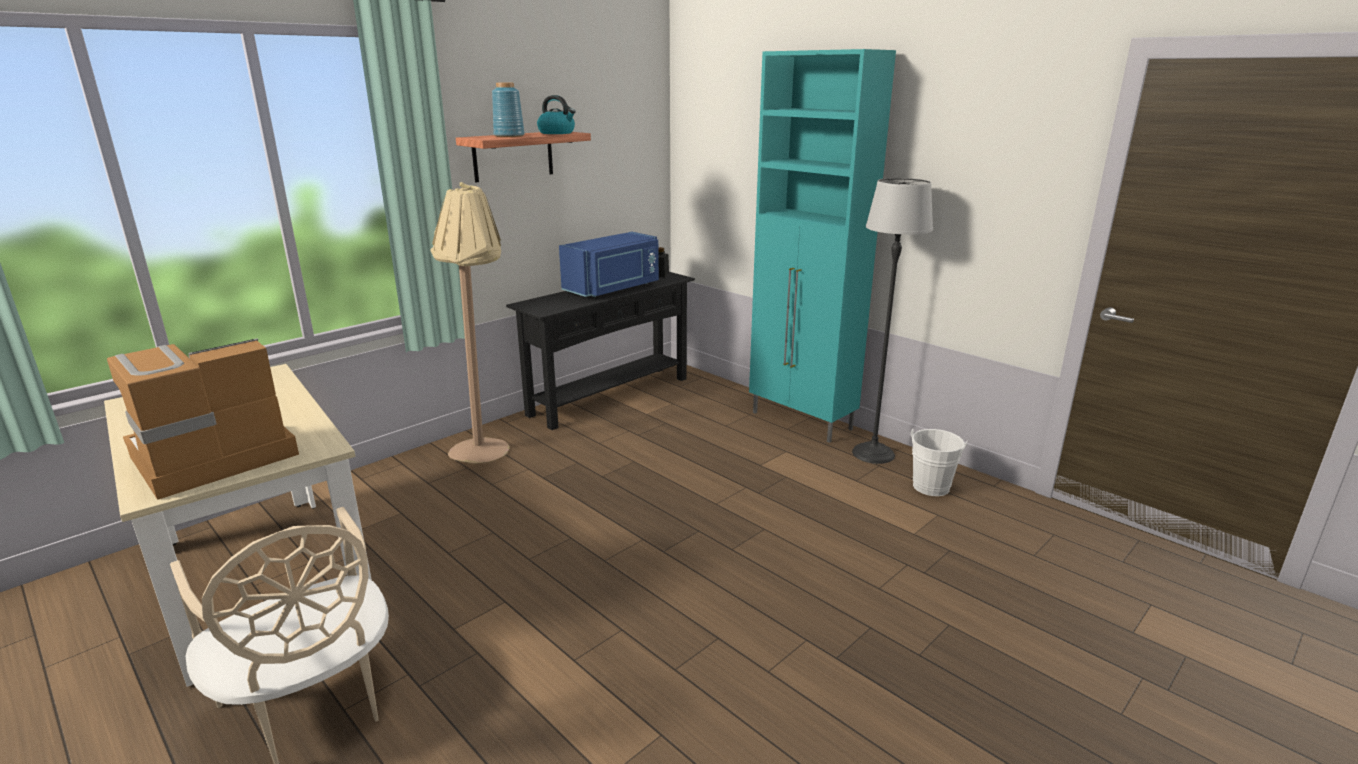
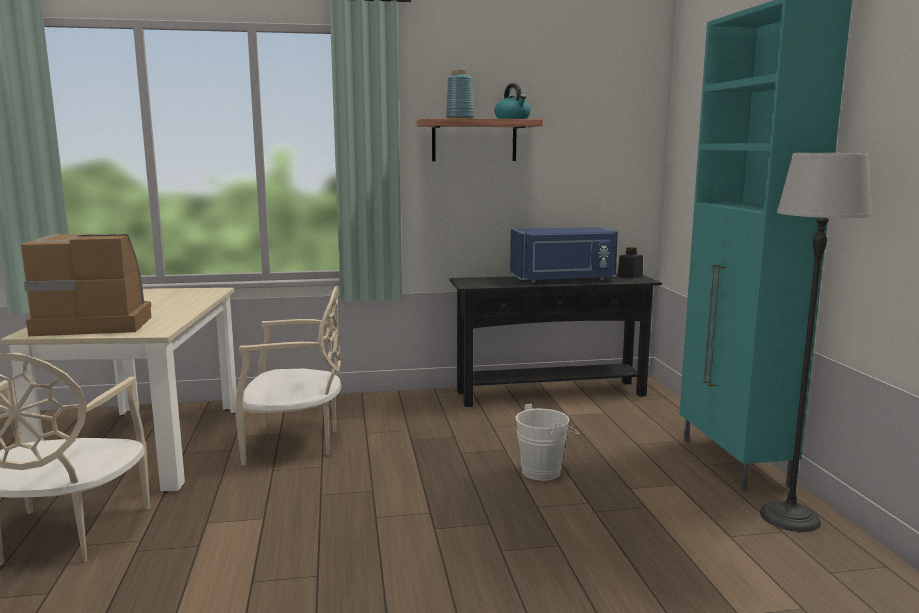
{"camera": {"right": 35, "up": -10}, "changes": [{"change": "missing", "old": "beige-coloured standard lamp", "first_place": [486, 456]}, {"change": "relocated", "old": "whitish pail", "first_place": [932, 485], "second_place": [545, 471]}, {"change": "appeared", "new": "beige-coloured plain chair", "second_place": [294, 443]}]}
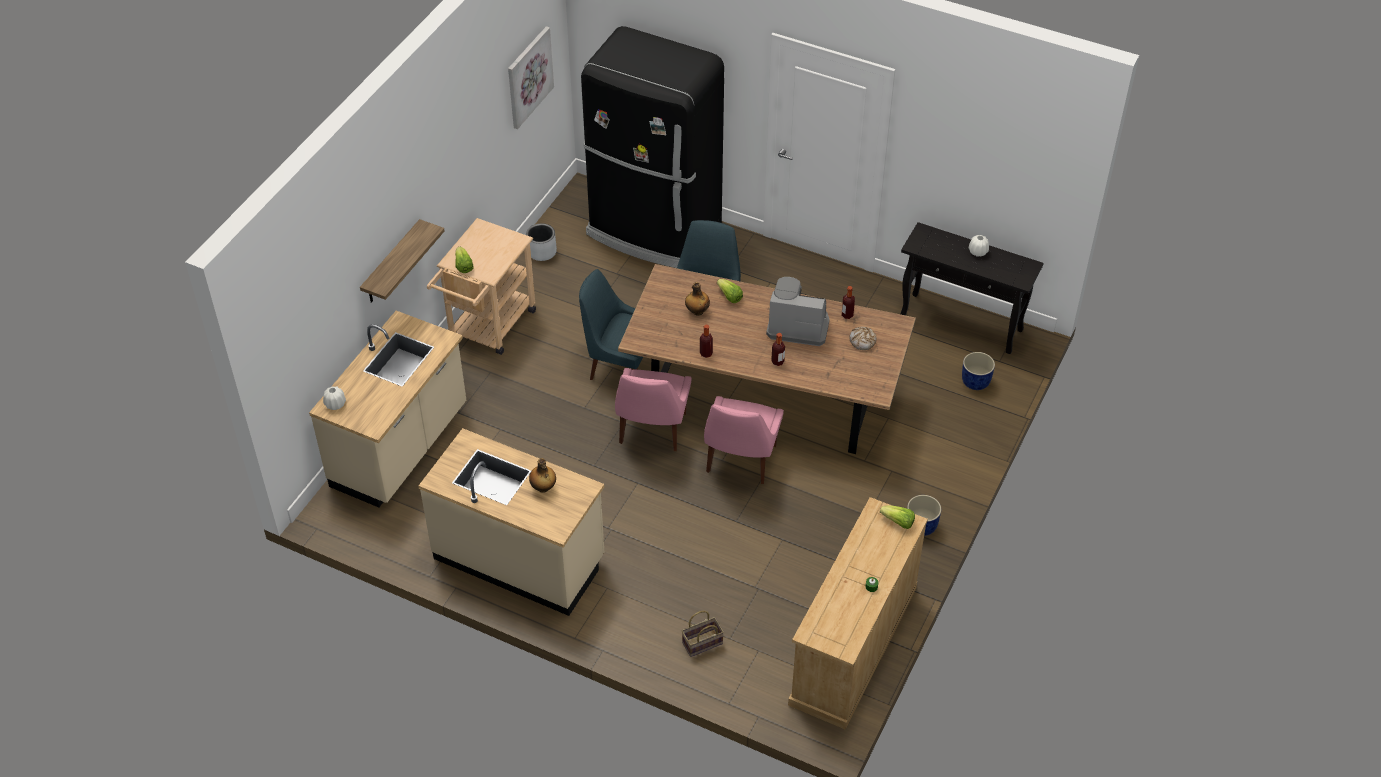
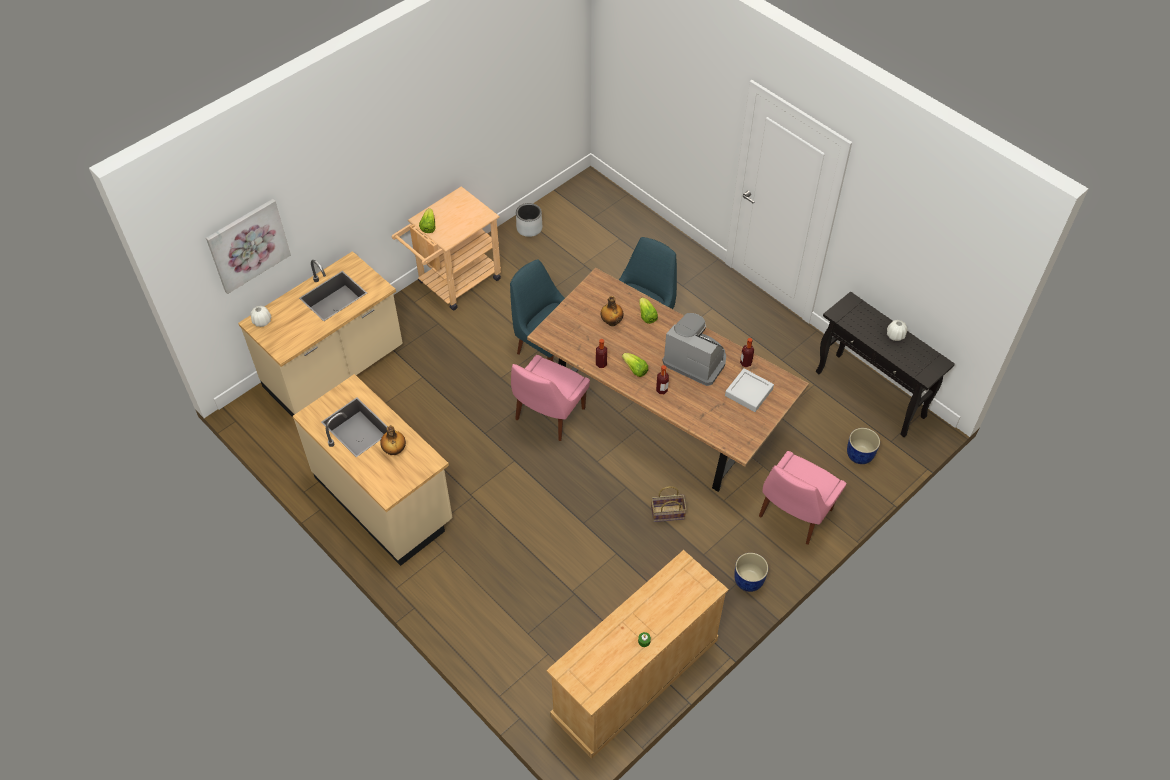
{"camera": {"right": 20, "up": 5}, "changes": [{"change": "relocated", "old": "picture", "first_place": [529, 77], "second_place": [248, 245]}, {"change": "missing", "old": "black-coloured fridge", "first_place": [654, 231]}, {"change": "missing", "old": "shelf", "first_place": [392, 263]}, {"change": "exchanged", "old": "bread", "new": "greyish serving tray", "first_place": [862, 341], "second_place": [748, 392]}, {"change": "relocated", "old": "pinkish plain chair", "first_place": [740, 461], "second_place": [793, 515]}, {"change": "relocated", "old": "lettuce", "first_place": [898, 522], "second_place": [635, 370]}, {"change": "relocated", "old": "household basket", "first_place": [702, 644], "second_place": [667, 514]}]}
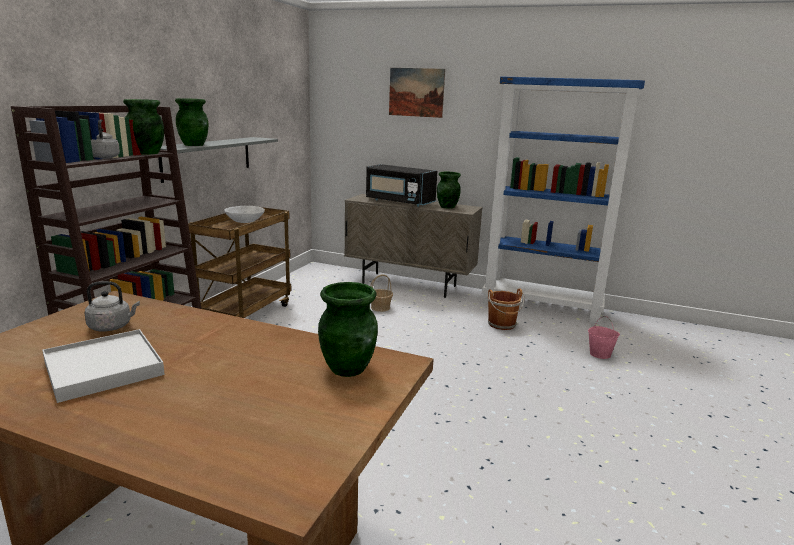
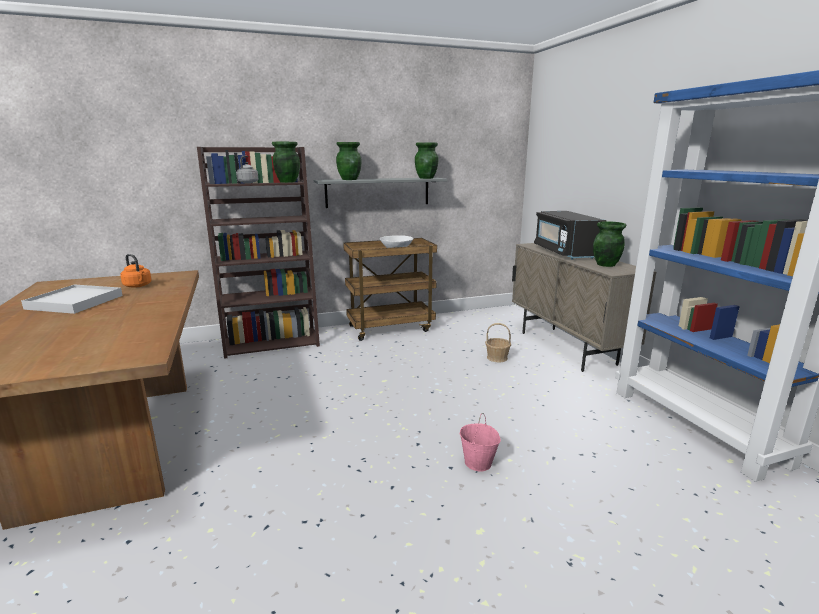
{"camera": {"right": 50, "up": 0}, "changes": [{"change": "missing", "old": "picture", "first_place": [416, 92]}, {"change": "colour", "old": "greyish tea kettle", "new": "orange-coloured tea kettle", "first_place": [112, 327], "second_place": [138, 286]}, {"change": "relocated", "old": "green-coloured decorative vase", "first_place": [348, 368], "second_place": [426, 178]}, {"change": "missing", "old": "brown-coloured pail", "first_place": [502, 325]}, {"change": "relocated", "old": "pinkish pail", "first_place": [600, 354], "second_place": [478, 463]}]}
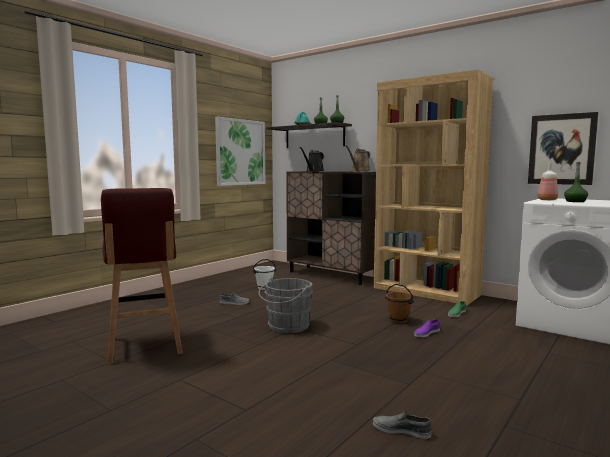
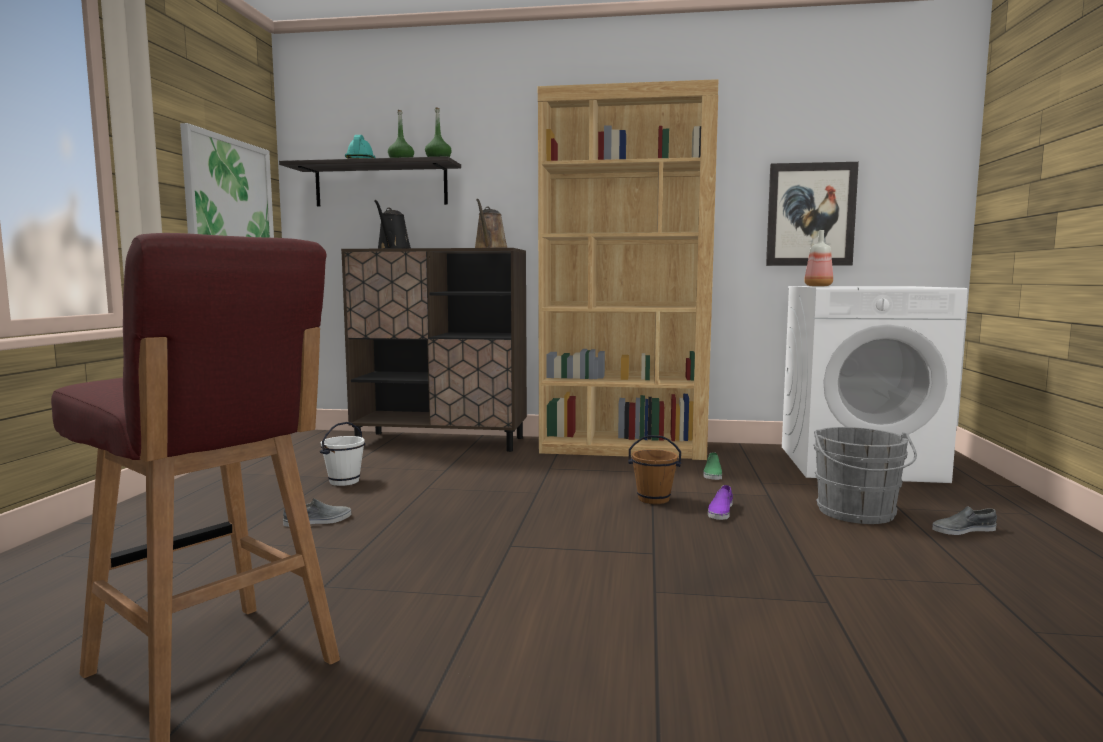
{"camera": {"right": -30, "up": 0}, "changes": [{"change": "missing", "old": "green-coloured bottle", "first_place": [575, 201]}, {"change": "relocated", "old": "greyish pail", "first_place": [286, 327], "second_place": [857, 513]}, {"change": "relocated", "old": "greyish low shoe", "first_place": [401, 430], "second_place": [963, 530]}]}
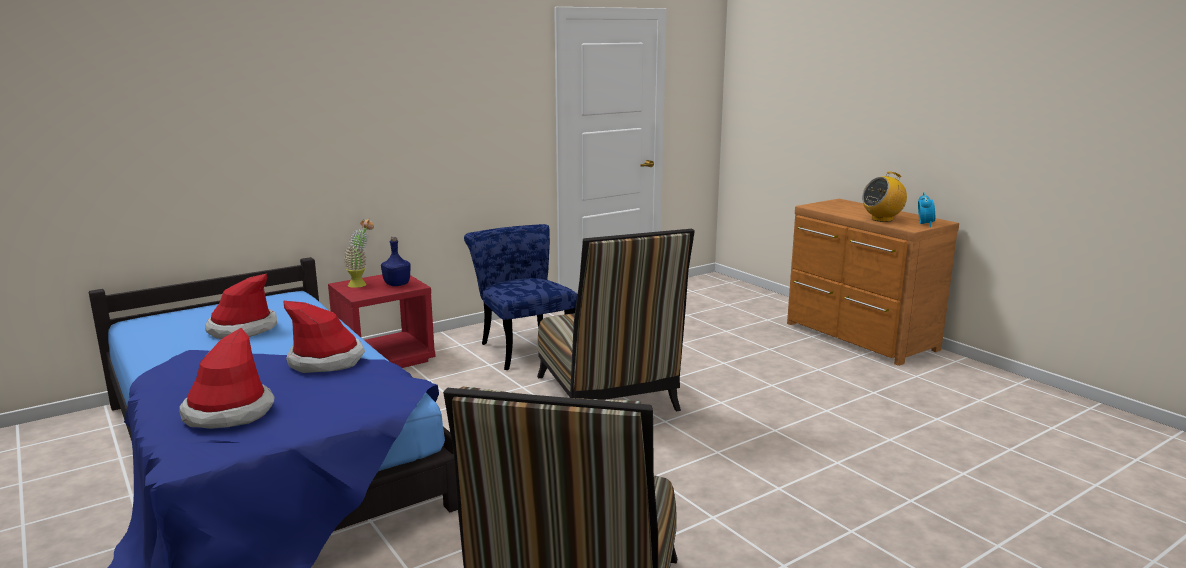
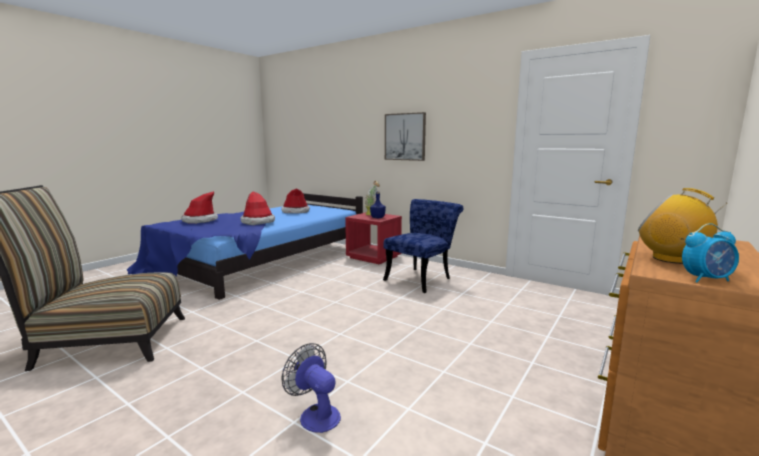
{"camera": {"right": 70, "up": -5}, "changes": [{"change": "missing", "old": "plain chair", "first_place": [609, 397]}, {"change": "appeared", "new": "picture", "second_place": [405, 137]}, {"change": "appeared", "new": "electric fan", "second_place": [315, 414]}]}
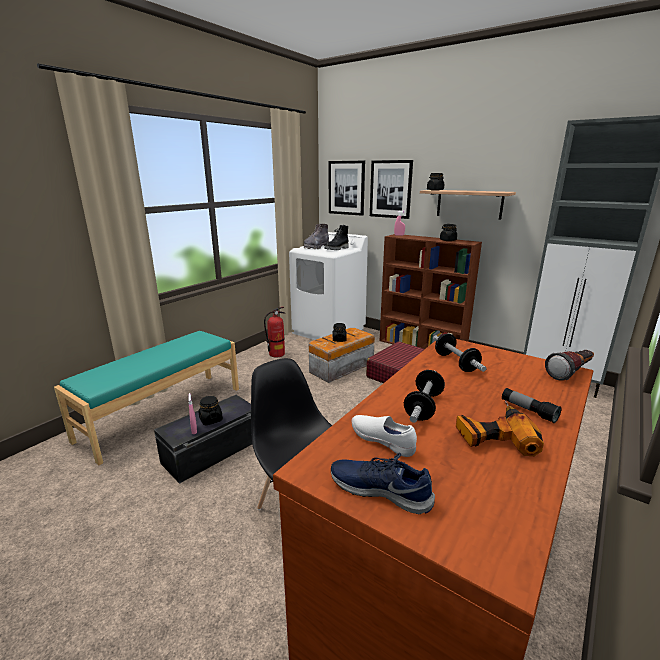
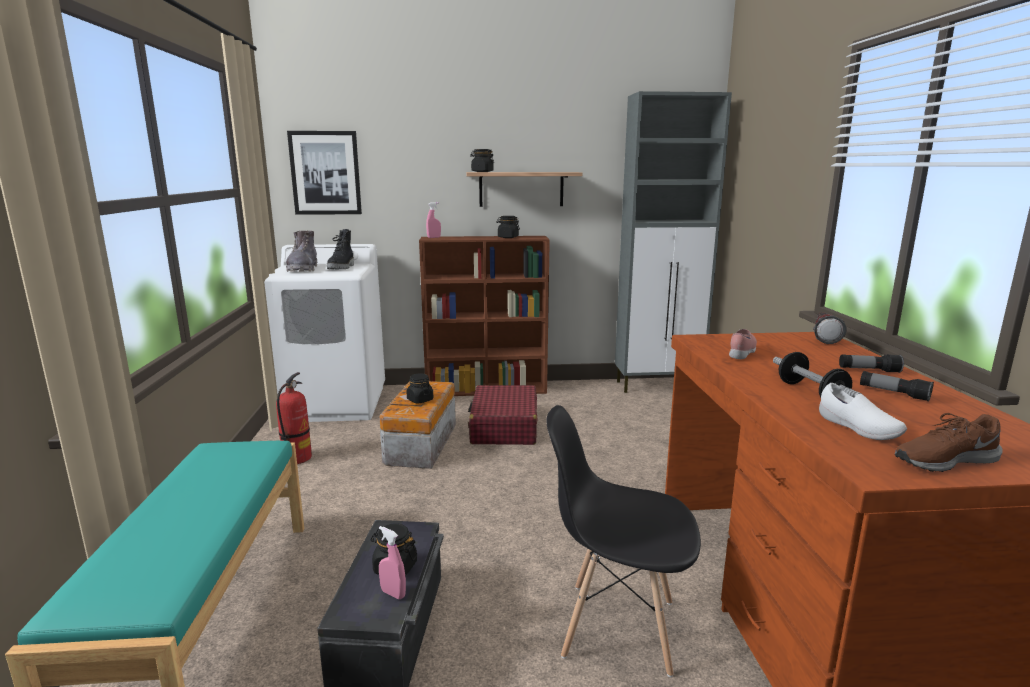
{"camera": {"right": -40, "up": -5}, "changes": [{"change": "missing", "old": "picture", "first_place": [390, 189]}, {"change": "exchanged", "old": "hand weight", "new": "pinkish low shoe", "first_place": [456, 363], "second_place": [742, 353]}, {"change": "exchanged", "old": "drill", "new": "torch", "first_place": [493, 434], "second_place": [893, 393]}, {"change": "spun", "old": "whitish low shoe", "first_place": [382, 441], "second_place": [857, 428], "degrees": -120}, {"change": "colour", "old": "bluish low shoe", "new": "brown-coloured low shoe", "first_place": [380, 489], "second_place": [943, 460]}]}
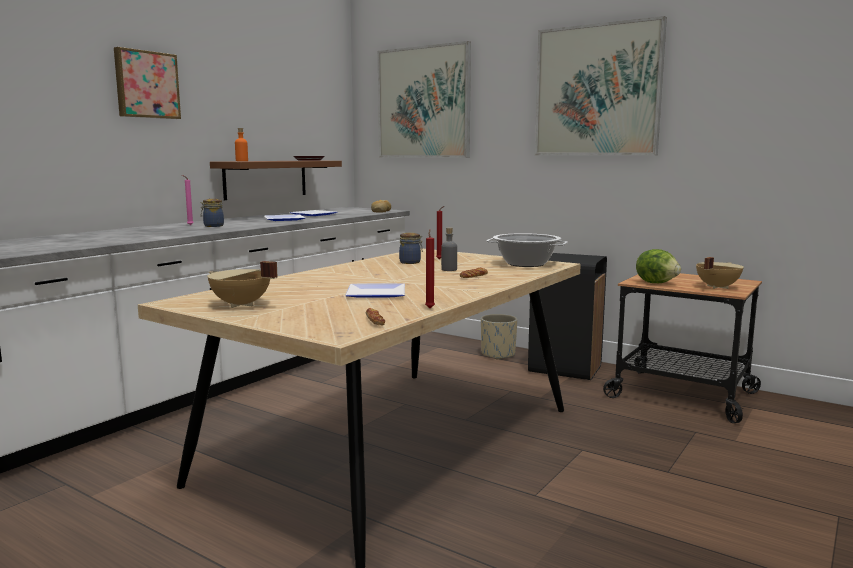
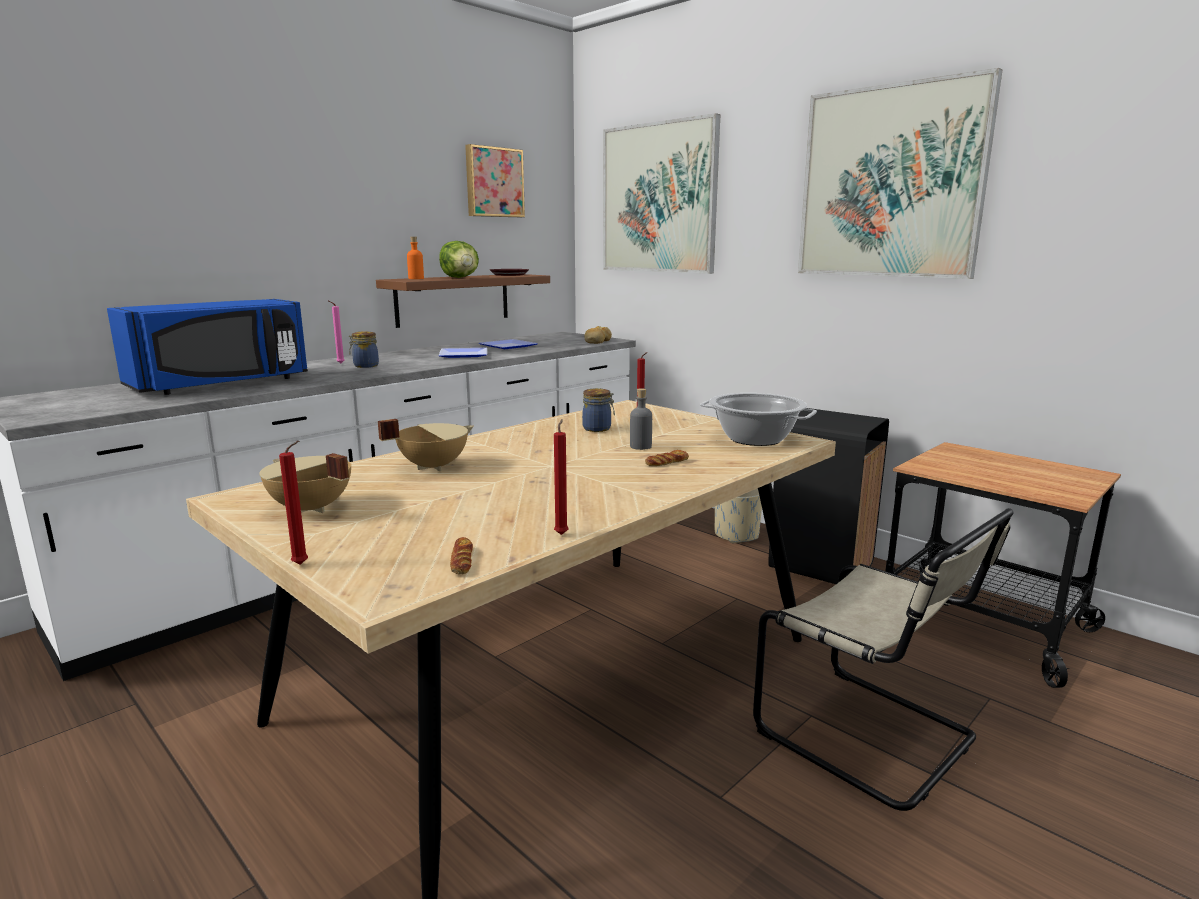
{"camera": {"right": 10, "up": 5}, "changes": [{"change": "relocated", "old": "picture", "first_place": [146, 85], "second_place": [493, 182]}, {"change": "relocated", "old": "lettuce", "first_place": [657, 283], "second_place": [460, 277]}, {"change": "relocated", "old": "beige-coloured saucepot", "first_place": [716, 287], "second_place": [432, 466]}, {"change": "missing", "old": "flat dish", "first_place": [374, 294]}, {"change": "appeared", "new": "bluish microwave oven", "second_place": [222, 384]}, {"change": "appeared", "new": "reddish wax light", "second_place": [303, 564]}, {"change": "appeared", "new": "beige-coloured plain chair", "second_place": [872, 737]}]}
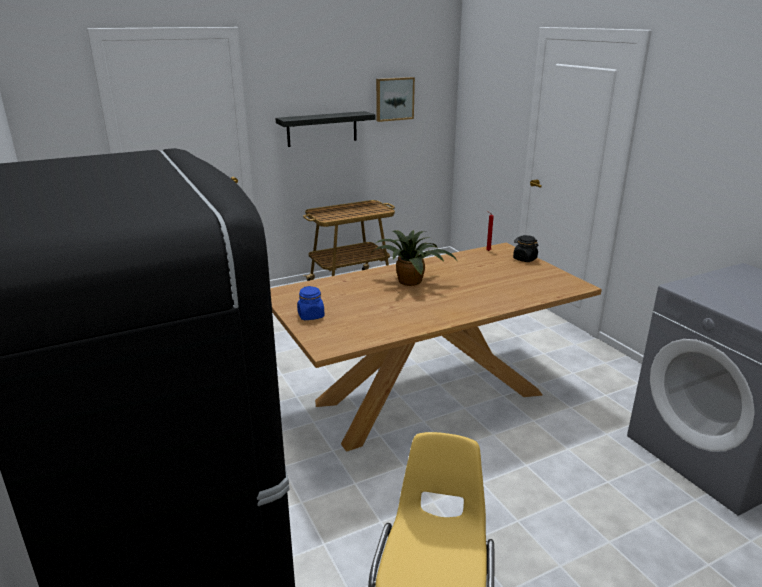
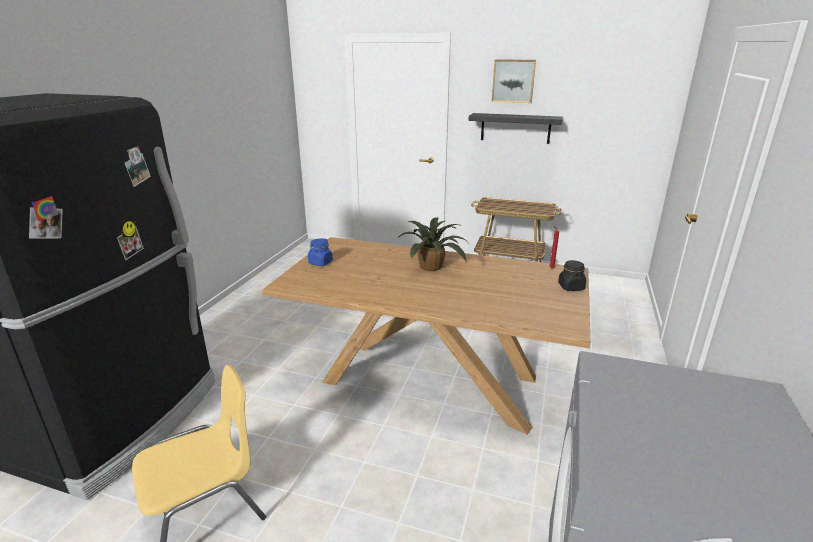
{"camera": {"right": 45, "up": 0}, "changes": [{"change": "relocated", "old": "picture", "first_place": [394, 99], "second_place": [513, 81]}]}
